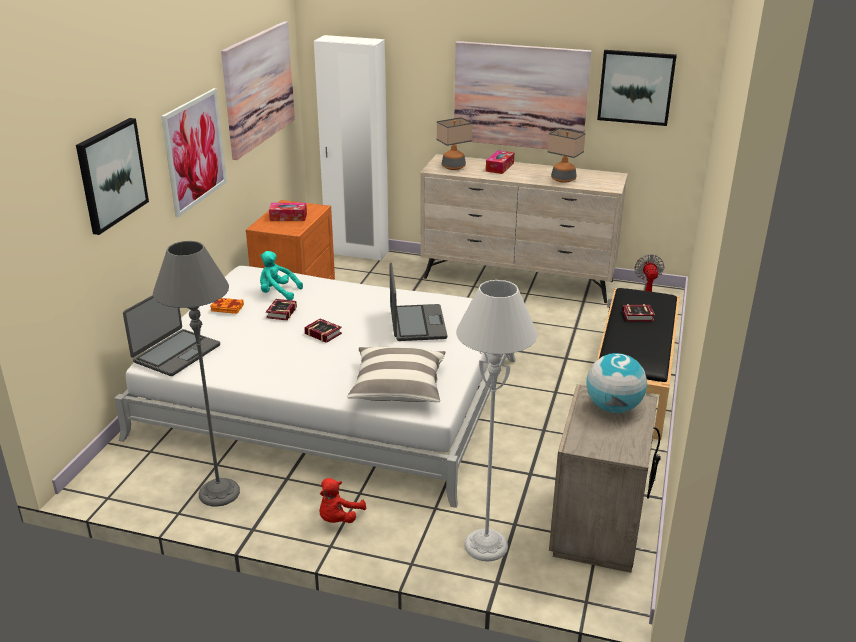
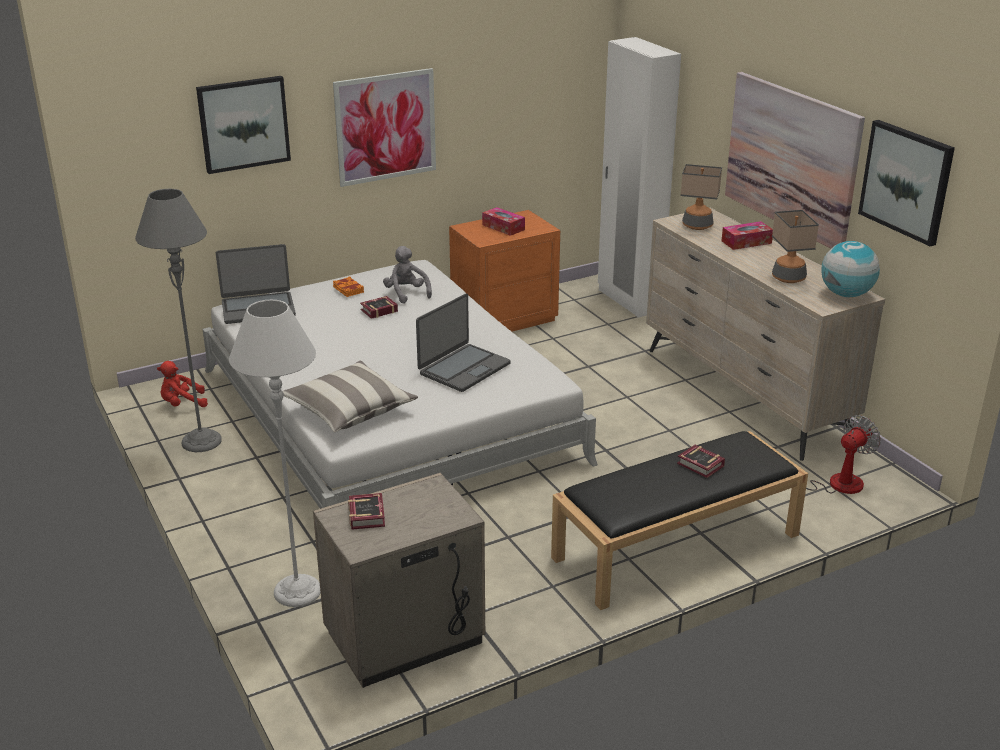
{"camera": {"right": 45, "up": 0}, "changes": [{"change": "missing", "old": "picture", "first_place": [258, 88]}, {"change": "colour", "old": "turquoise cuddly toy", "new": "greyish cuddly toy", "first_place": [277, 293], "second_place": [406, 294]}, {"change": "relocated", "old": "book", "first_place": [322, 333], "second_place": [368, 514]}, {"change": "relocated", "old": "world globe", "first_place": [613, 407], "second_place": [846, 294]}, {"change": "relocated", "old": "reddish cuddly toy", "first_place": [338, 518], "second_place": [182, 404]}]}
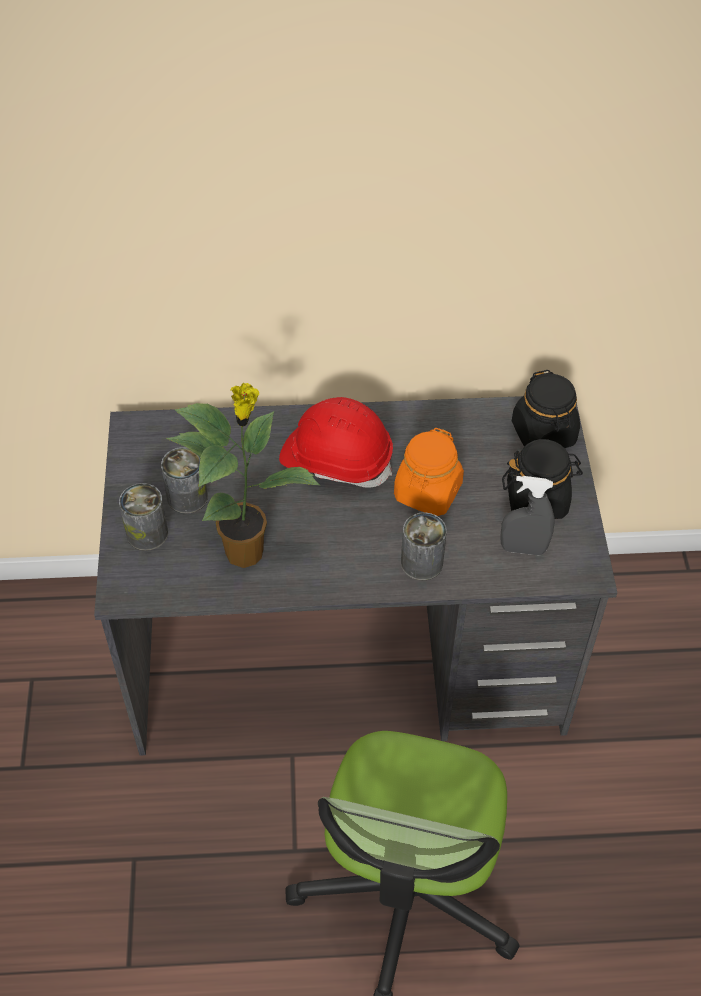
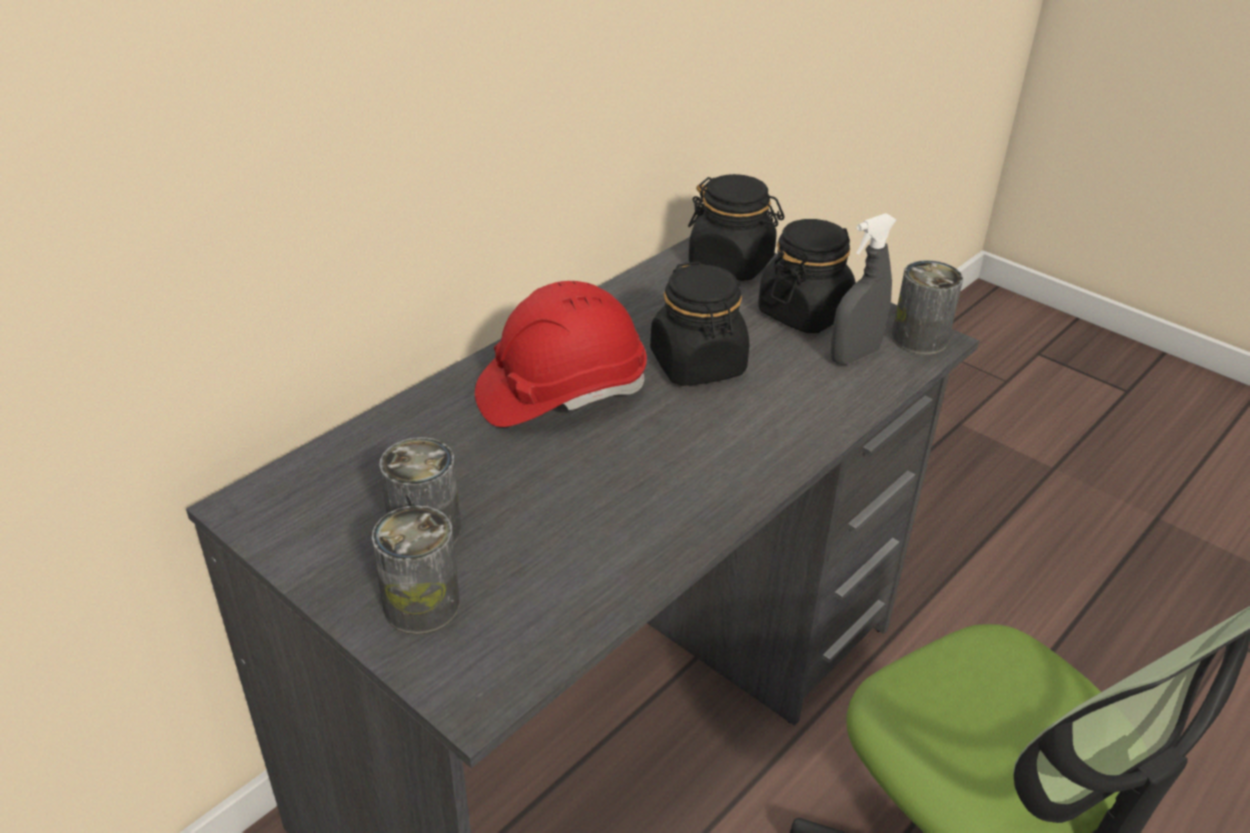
{"camera": {"right": -45, "up": -15}, "changes": [{"change": "missing", "old": "plant in a pot", "first_place": [247, 551]}, {"change": "colour", "old": "orange-coloured storage jar", "new": "black-coloured storage jar", "first_place": [427, 492], "second_place": [698, 364]}, {"change": "relocated", "old": "sealed can", "first_place": [421, 562], "second_place": [919, 339]}]}
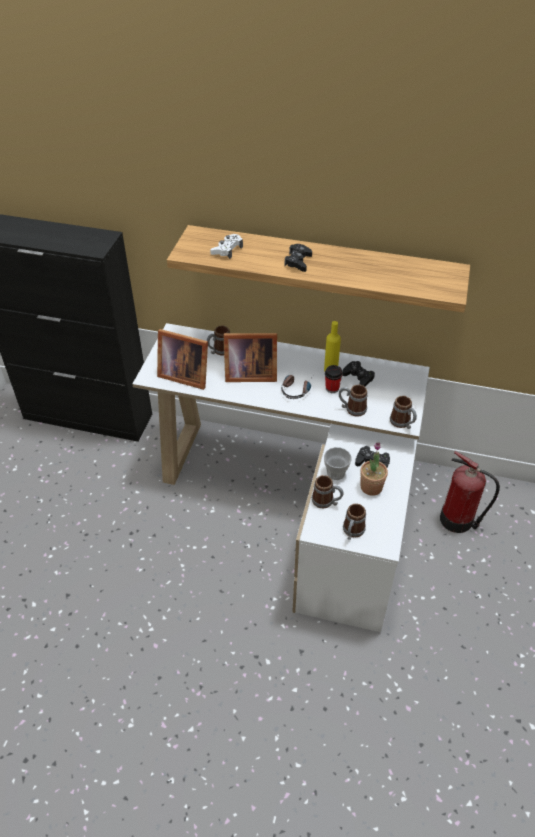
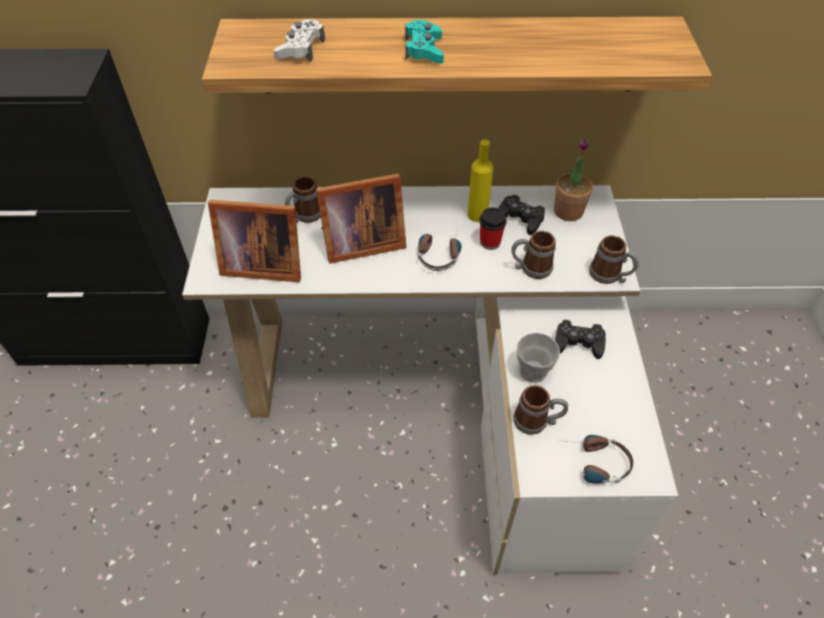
{"camera": {"right": -15, "up": 5}, "changes": [{"change": "colour", "old": "black-coloured game controller", "new": "turquoise game controller", "first_place": [298, 261], "second_place": [424, 50]}, {"change": "relocated", "old": "plant in a pot", "first_place": [371, 487], "second_place": [568, 211]}, {"change": "missing", "old": "fire-fighting cylinder", "first_place": [458, 520]}, {"change": "exchanged", "old": "coffee mug", "new": "pair of headphones", "first_place": [352, 532], "second_place": [593, 463]}]}
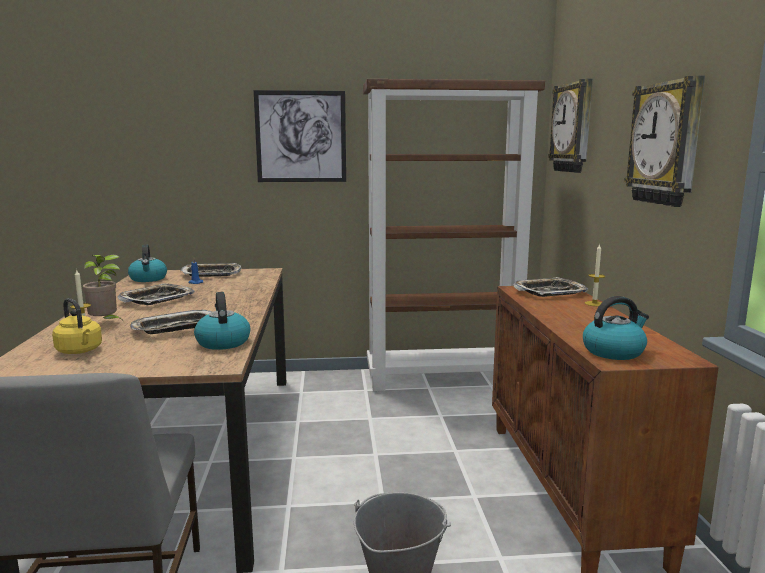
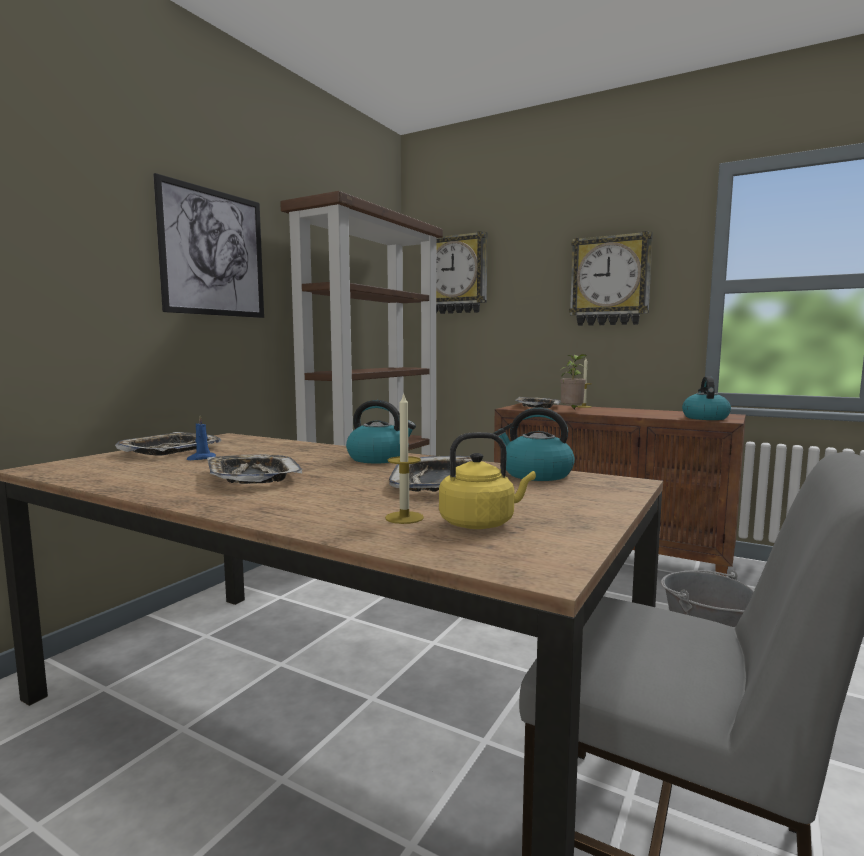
{"camera": {"right": -55, "up": -5}, "changes": [{"change": "relocated", "old": "tea kettle", "first_place": [148, 279], "second_place": [379, 458]}, {"change": "relocated", "old": "plant in a pot", "first_place": [105, 323], "second_place": [572, 412]}]}
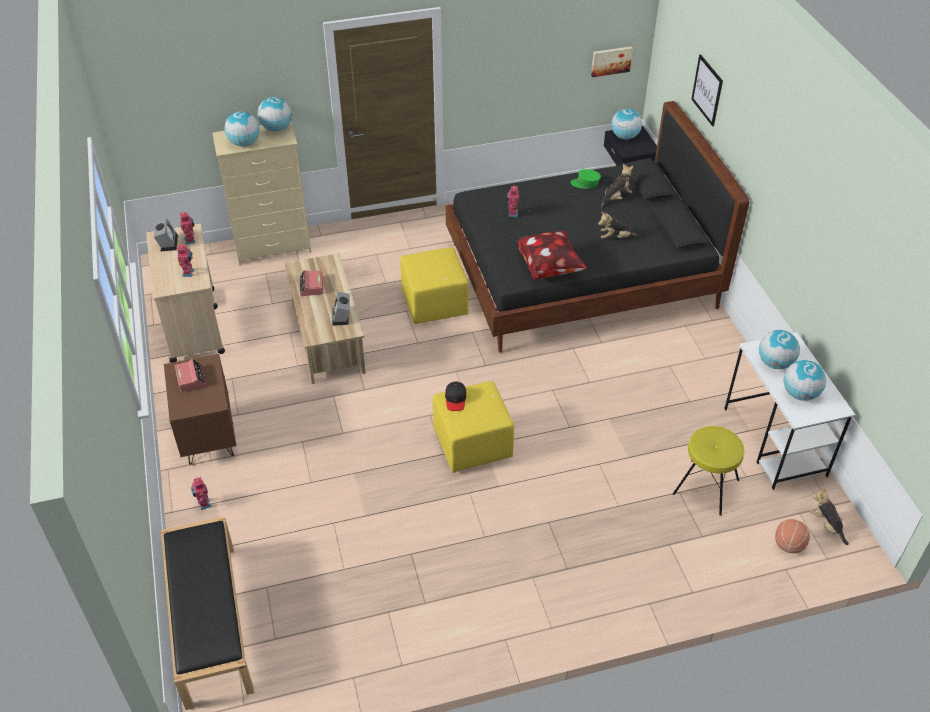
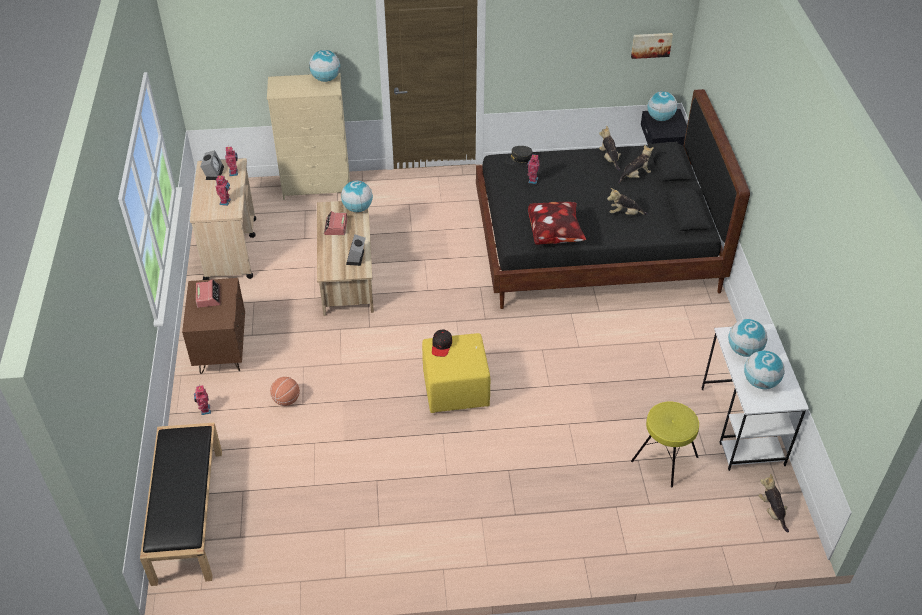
{"camera": {"right": 10, "up": 0}, "changes": [{"change": "missing", "old": "picture", "first_place": [707, 90]}, {"change": "relocated", "old": "world globe", "first_place": [244, 143], "second_place": [357, 208]}, {"change": "exchanged", "old": "green-coloured baseball cap", "new": "cuddly toy", "first_place": [585, 183], "second_place": [609, 159]}, {"change": "missing", "old": "yellowish ottoman", "first_place": [435, 304]}, {"change": "relocated", "old": "basketball", "first_place": [788, 545], "second_place": [286, 400]}, {"change": "appeared", "new": "greyish baseball cap", "second_place": [519, 159]}]}
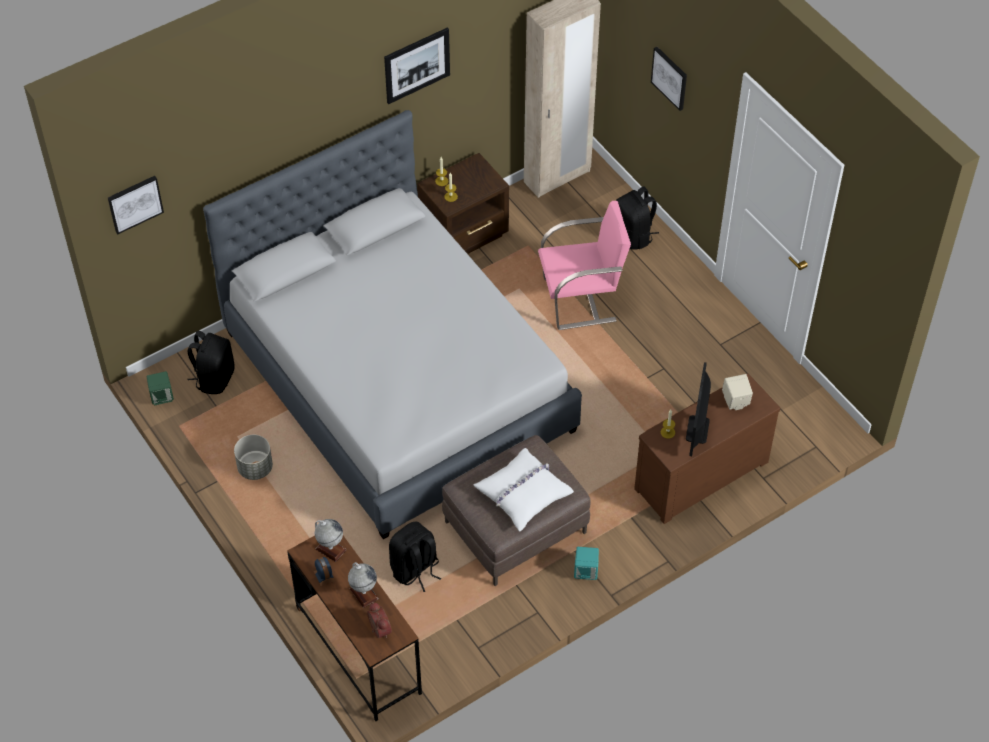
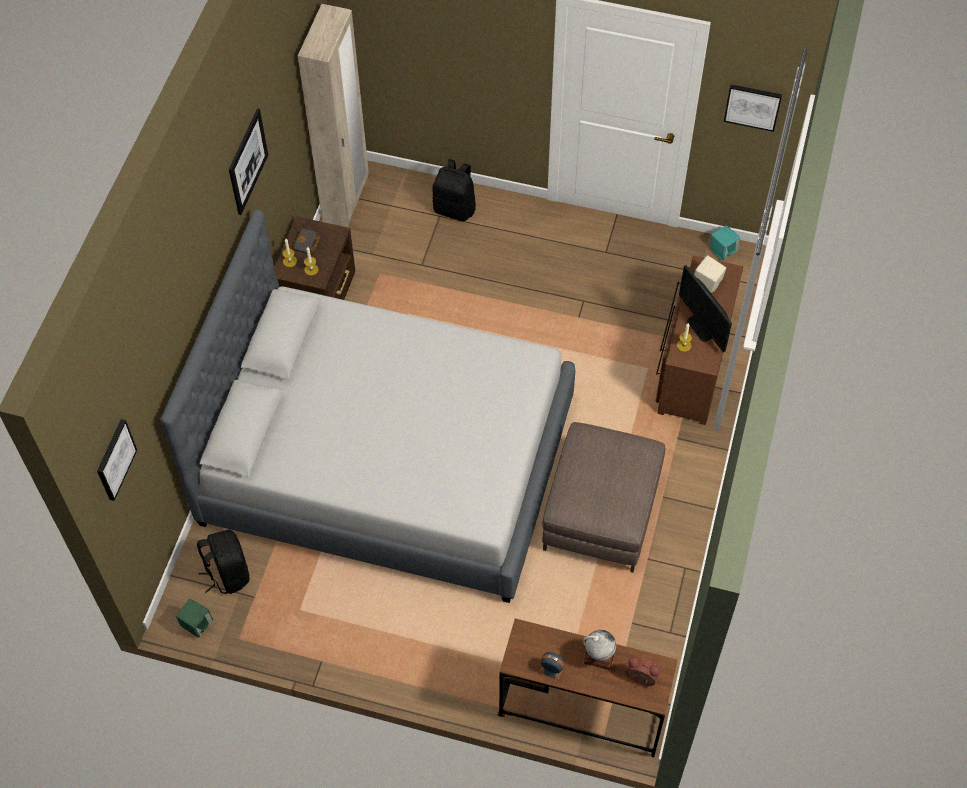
{"camera": {"right": -40, "up": 5}, "changes": [{"change": "relocated", "old": "picture", "first_place": [670, 77], "second_place": [752, 106]}, {"change": "missing", "old": "pinkish plain chair", "first_place": [581, 299]}, {"change": "missing", "old": "greyish flower pot", "first_place": [255, 468]}, {"change": "missing", "old": "whitish pillow", "first_place": [523, 493]}, {"change": "missing", "old": "world globe", "first_place": [330, 549]}, {"change": "missing", "old": "black-coloured backpack", "first_place": [415, 570]}, {"change": "relocated", "old": "turquoise loudspeaker", "first_place": [586, 571], "second_place": [723, 251]}, {"change": "appeared", "new": "black-coloured book", "second_place": [306, 244]}]}
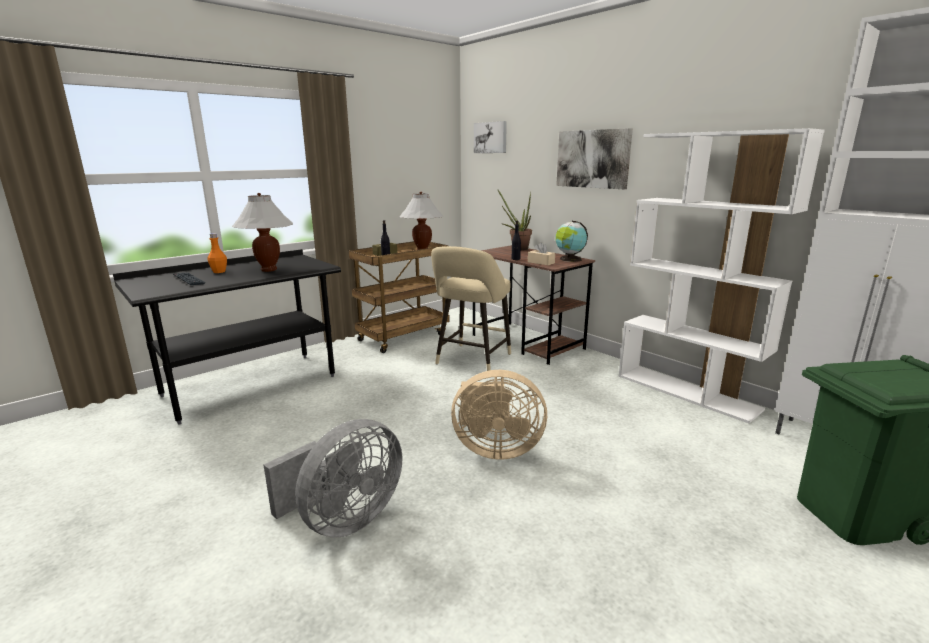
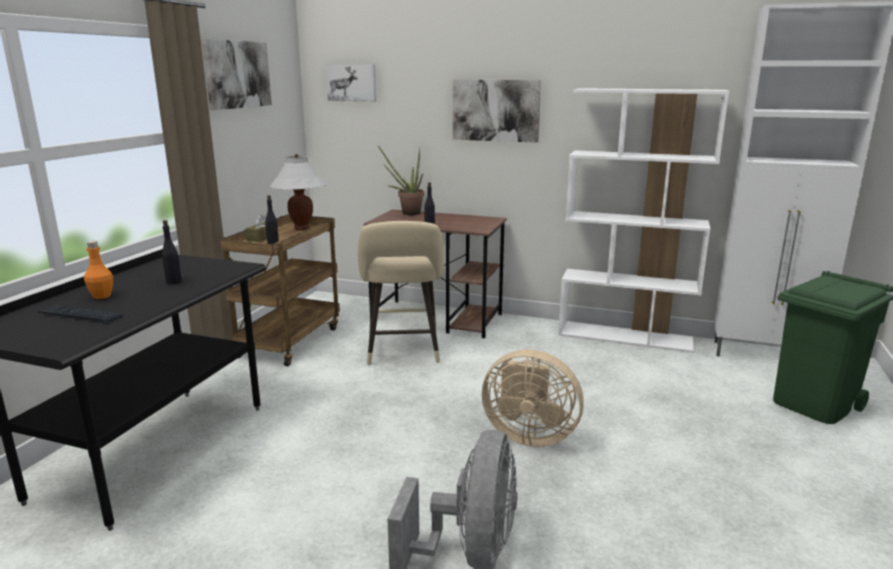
{"camera": {"right": -30, "up": 0}, "changes": [{"change": "exchanged", "old": "whitish tabletop lamp", "new": "black-coloured bottle", "first_place": [269, 270], "second_place": [174, 282]}, {"change": "missing", "old": "world globe", "first_place": [569, 259]}, {"change": "missing", "old": "beige-coloured box of tissues", "first_place": [541, 262]}, {"change": "spun", "old": "beige-coloured electric fan", "first_place": [494, 449], "second_place": [528, 435], "degrees": 45}, {"change": "appeared", "new": "picture", "second_place": [237, 74]}]}
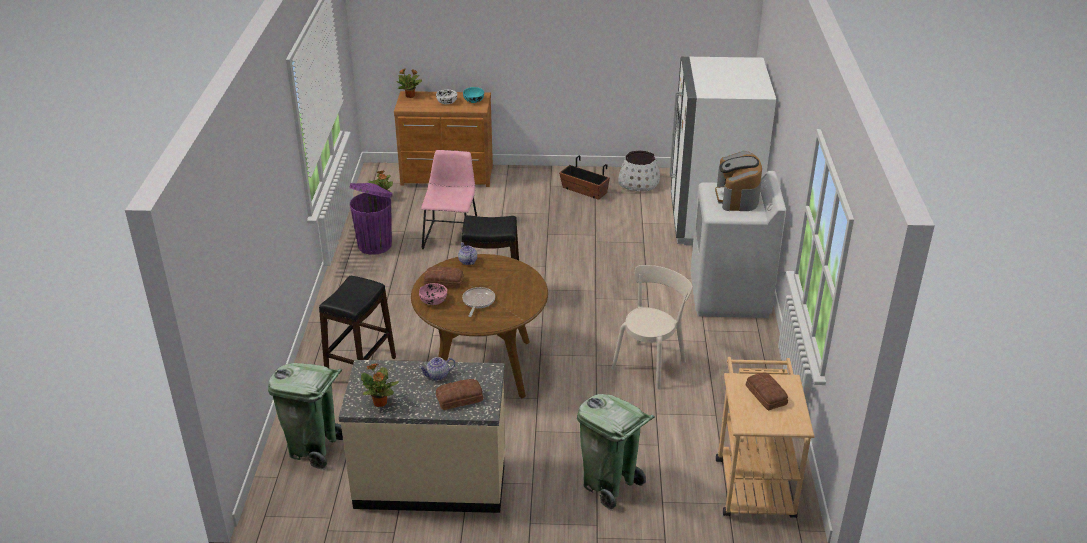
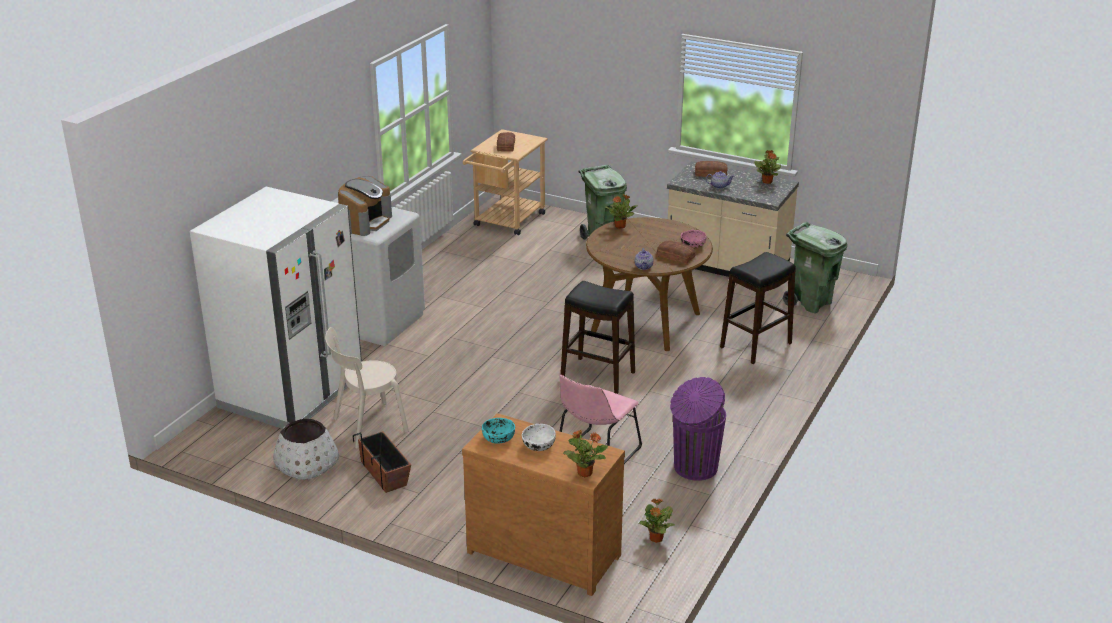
{"camera": {"right": -155, "up": -5}, "changes": [{"change": "relocated", "old": "beige-coloured plain chair", "first_place": [650, 363], "second_place": [367, 426]}, {"change": "missing", "old": "pan", "first_place": [478, 302]}, {"change": "appeared", "new": "plant in a pot", "second_place": [620, 226]}]}
